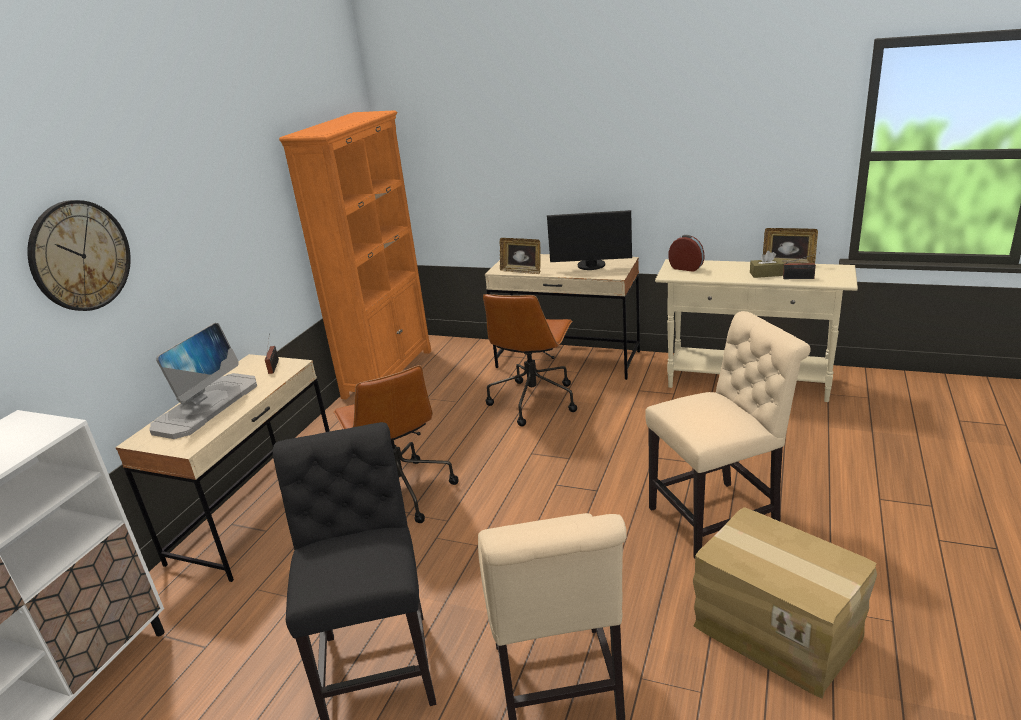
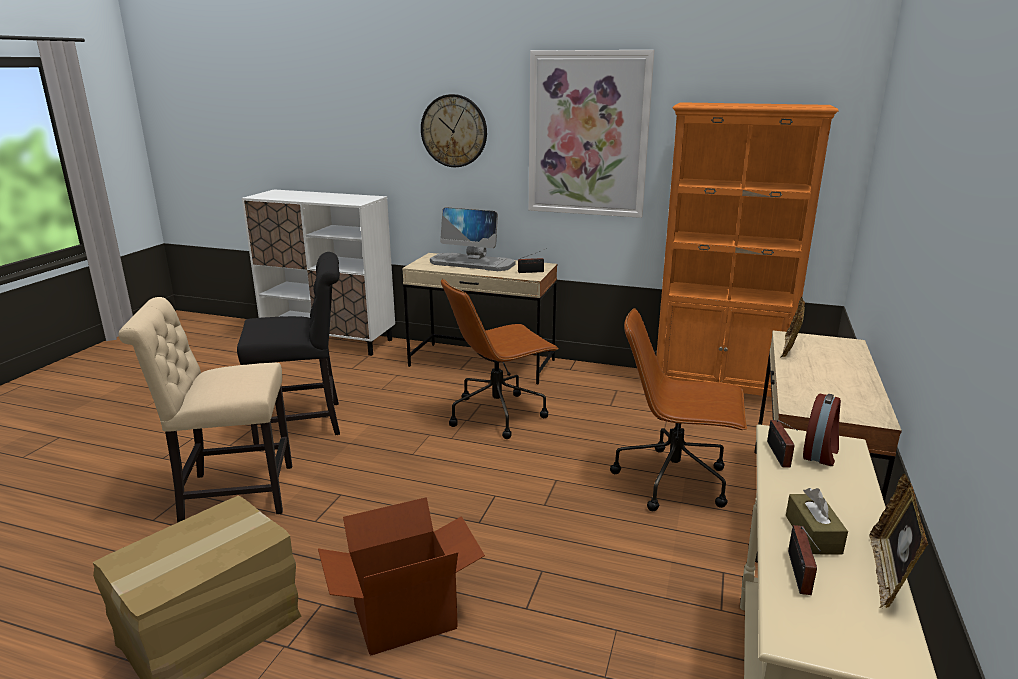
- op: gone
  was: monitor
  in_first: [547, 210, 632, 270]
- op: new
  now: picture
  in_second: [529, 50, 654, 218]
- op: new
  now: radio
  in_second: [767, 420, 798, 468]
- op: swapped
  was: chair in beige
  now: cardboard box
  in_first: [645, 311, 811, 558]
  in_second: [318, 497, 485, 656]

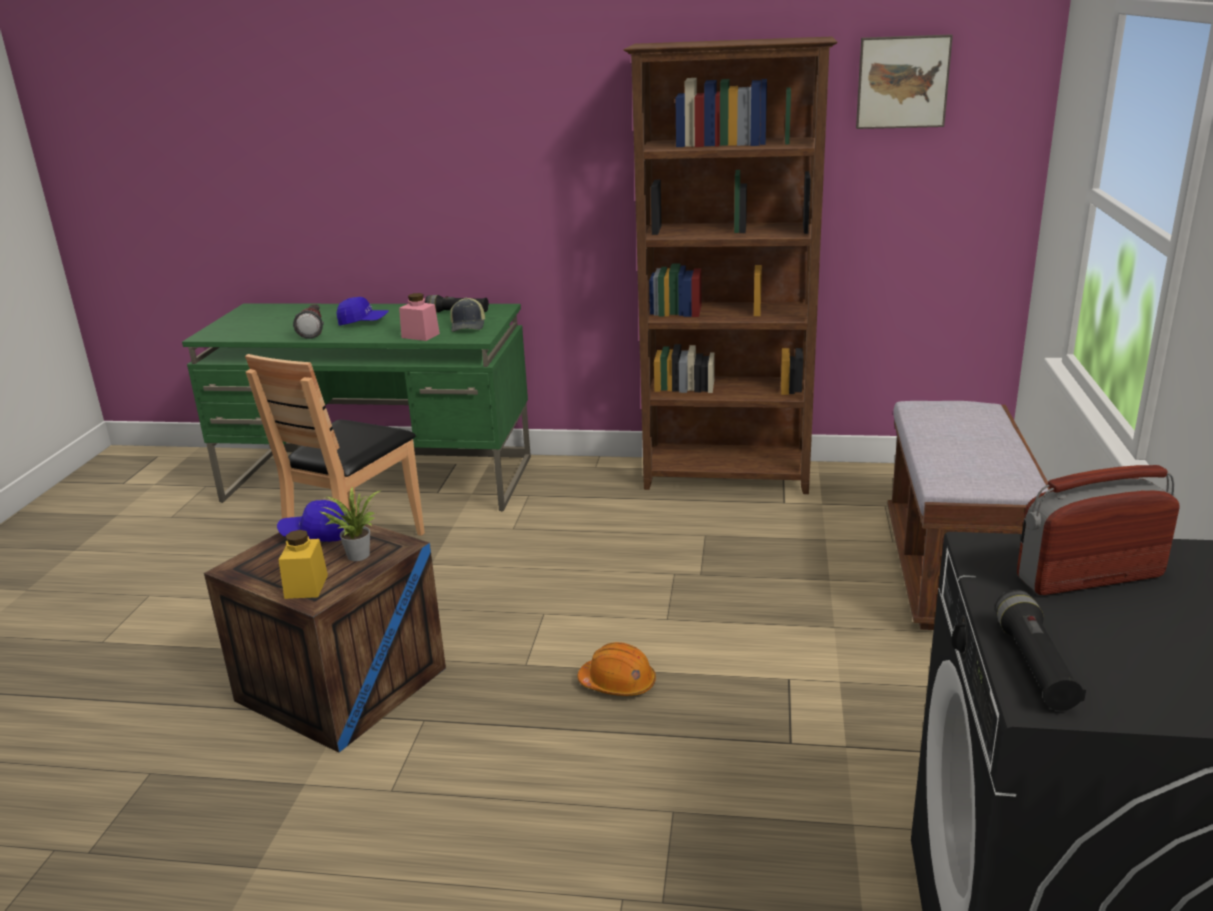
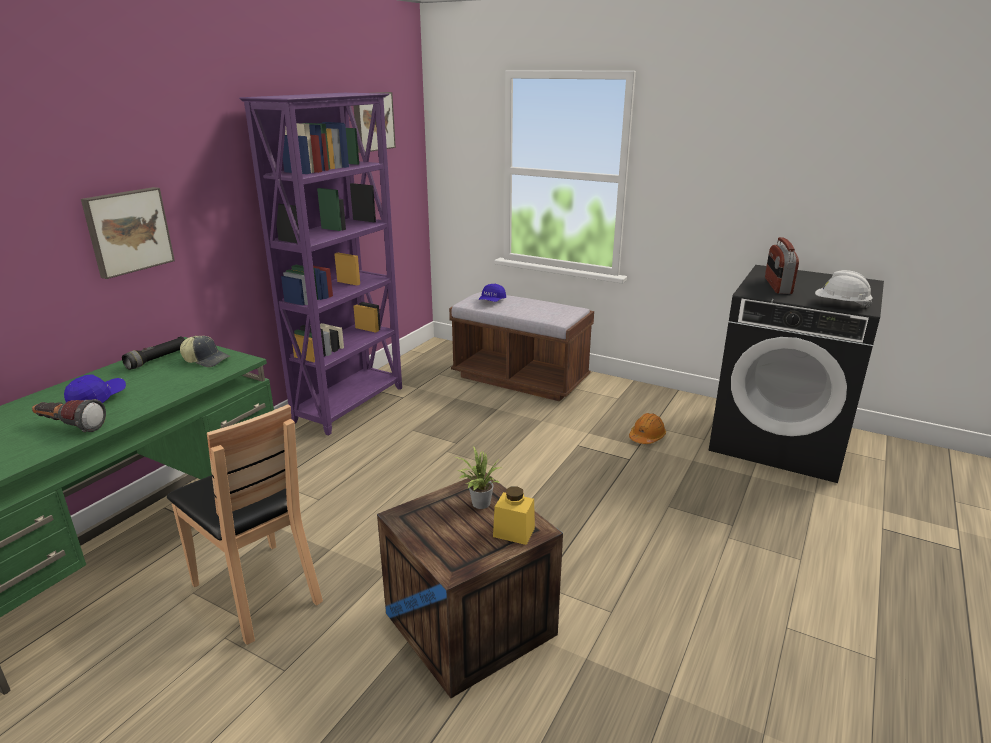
- op: gone
  was: jar in pink
  in_first: [399, 293, 440, 341]
- op: new
  now: picture
  in_second: [81, 187, 175, 279]
- op: shifted
  was: cap in blue
  in_first: [277, 500, 348, 542]
  in_second: [479, 284, 506, 302]
- op: shifted
  was: hard hat in orange
  in_first: [578, 642, 656, 696]
  in_second: [629, 413, 666, 444]
- op: swapped
  was: flashlight in black
  now: hard hat in white
  in_first: [995, 590, 1086, 711]
  in_second: [815, 270, 872, 308]
- op: repainted
  was: bookcase in brown
  now: bookcase in purple
  in_first: [623, 37, 837, 494]
  in_second: [239, 93, 402, 435]

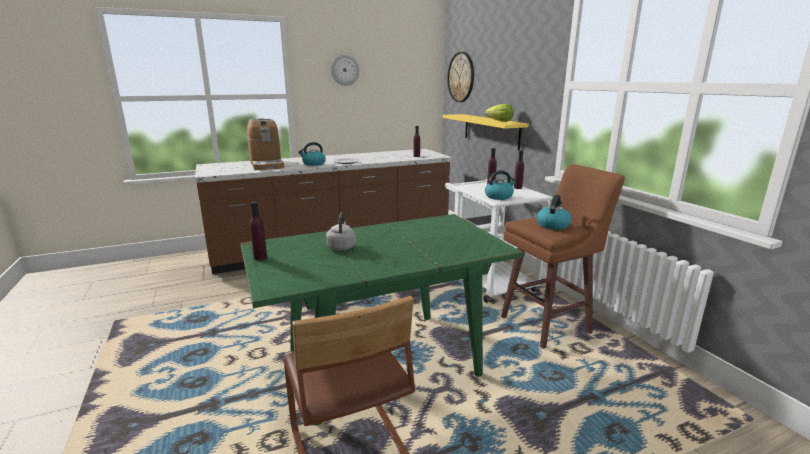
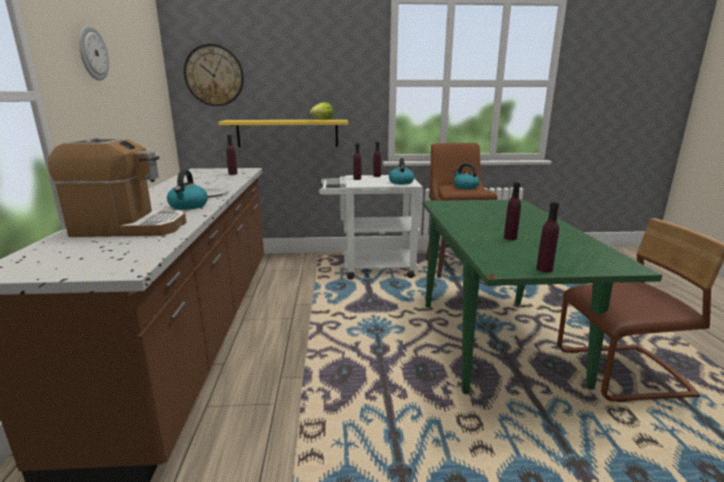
- op: swapped
  was: kettle in grey
  now: bottle in purple
  in_first: [326, 212, 356, 250]
  in_second: [504, 182, 521, 240]

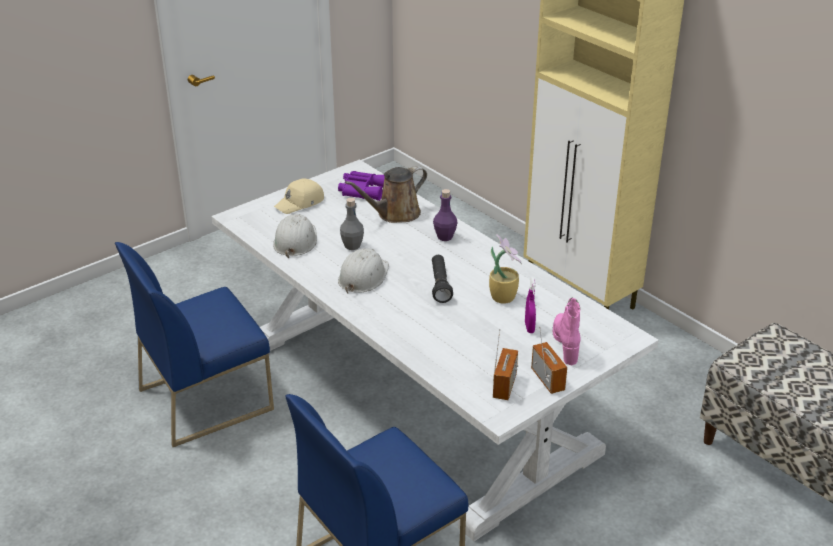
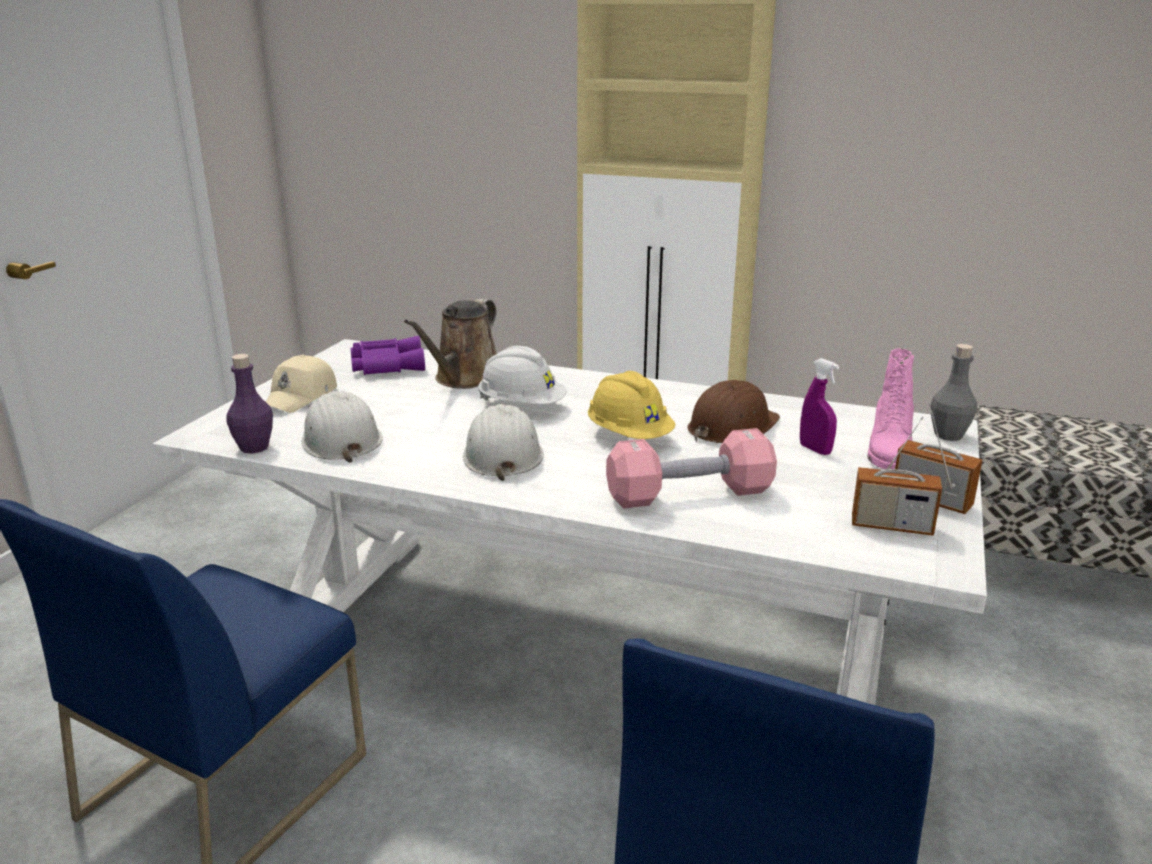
- op: new
  now: hard hat in white
  in_second: [478, 346, 567, 404]
- op: new
  now: dumbbell in pink
  in_second: [606, 428, 777, 508]
- op: shifted
  was: bottle in grey
  in_first: [340, 198, 364, 250]
  in_second: [931, 344, 977, 441]
- op: shifted
  was: bottle in purple
  in_first: [433, 189, 458, 241]
  in_second: [226, 354, 273, 454]
- op: swapped
  was: flashlight in black
  now: hard hat in yellow
  in_first: [432, 255, 453, 303]
  in_second: [588, 371, 676, 439]
- op: swapped
  was: potted plant
  now: hard hat in brown
  in_first: [489, 234, 522, 304]
  in_second: [687, 380, 780, 443]
- op: rotated
  was: radio
  in_first: [493, 329, 518, 400]
  in_second: [852, 416, 942, 536]
  clockwise: 120
- op: rotated
  was: boot in pink
  in_first: [553, 298, 581, 365]
  in_second: [867, 348, 914, 469]
  clockwise: -135

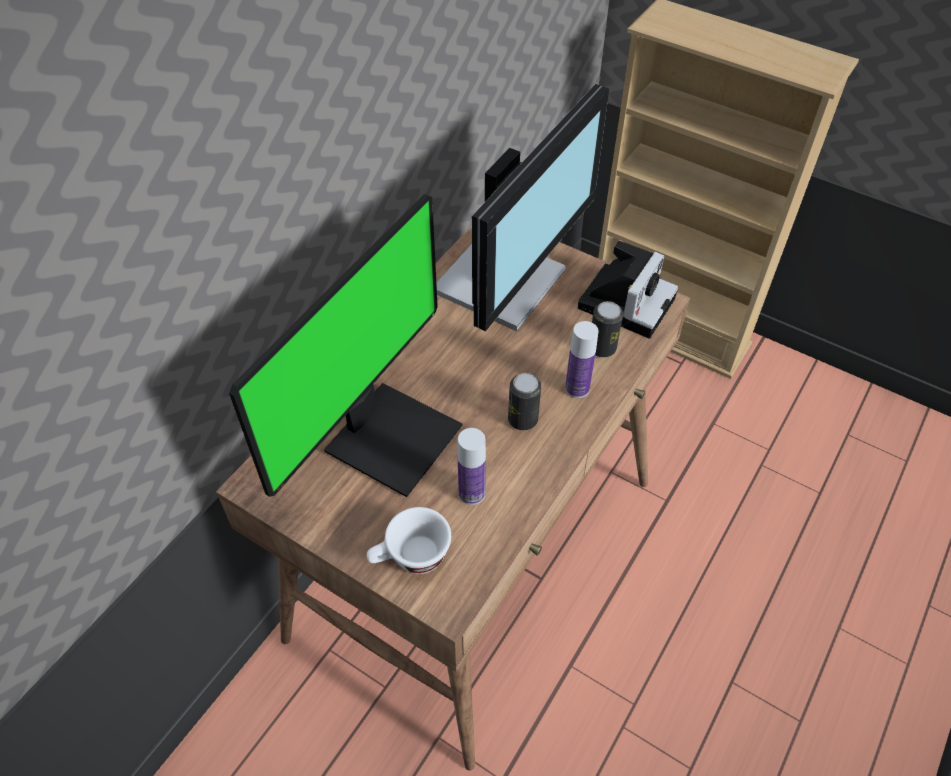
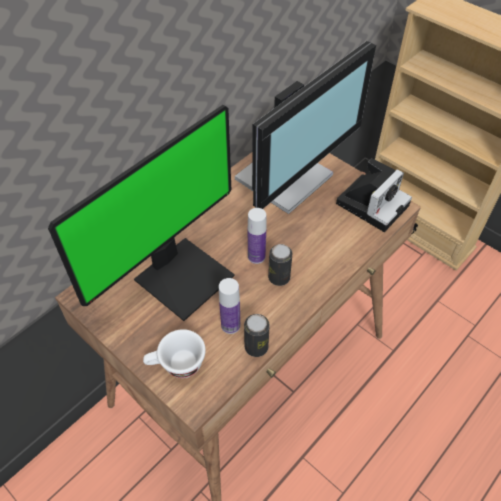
- op: shifted
  was: bottle
  in_first: [565, 321, 598, 398]
  in_second: [248, 208, 266, 264]
- op: shifted
  was: can
  in_first: [592, 301, 623, 357]
  in_second: [244, 314, 270, 357]

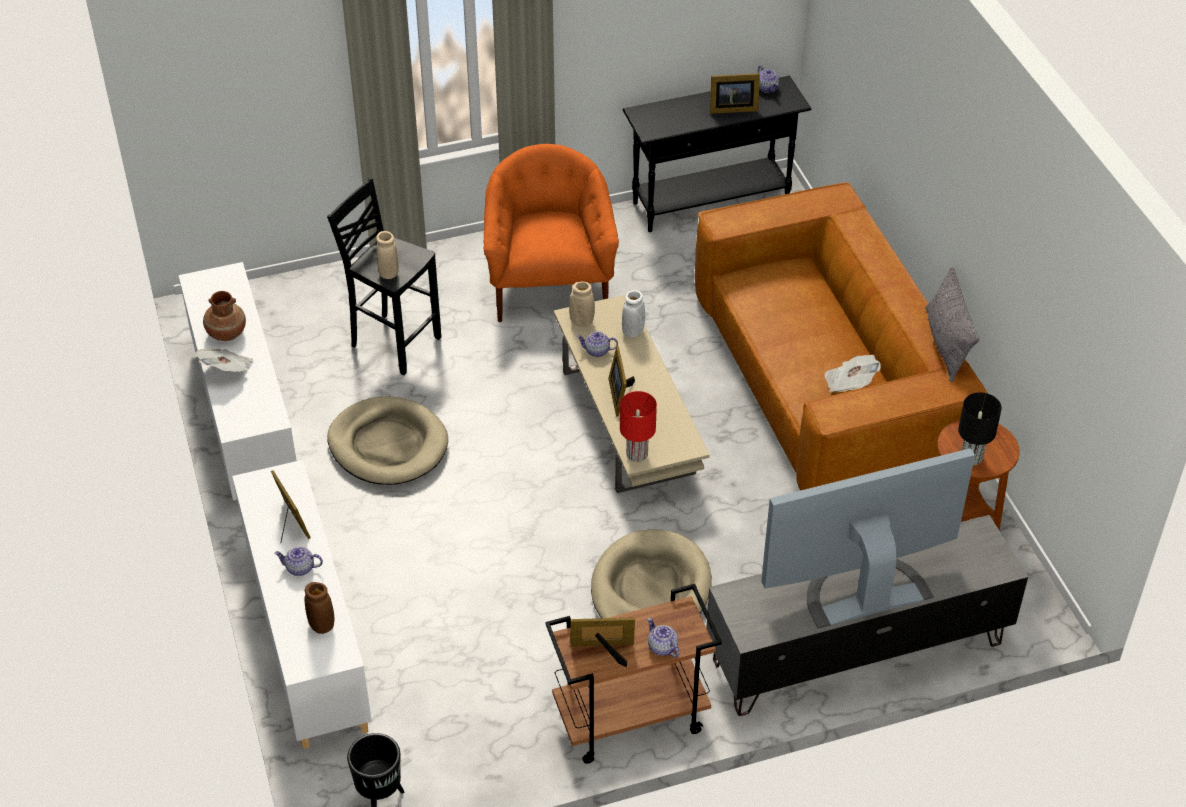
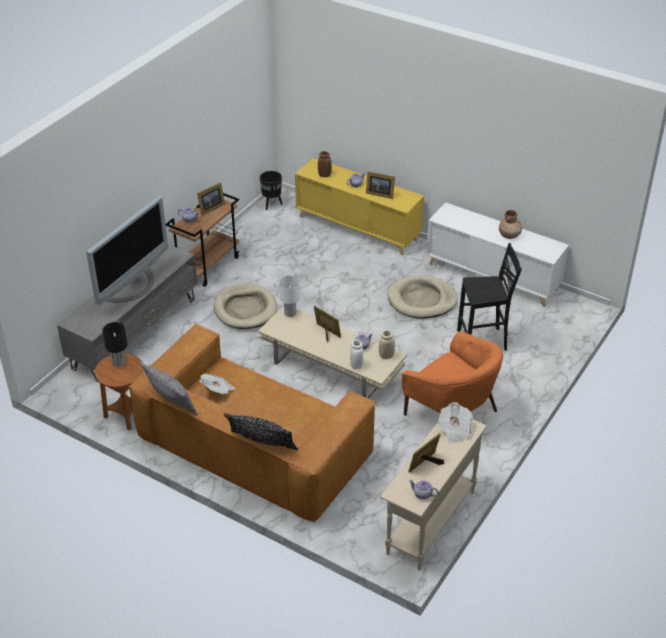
- op: gone
  was: vase in beige
  in_first: [376, 231, 399, 279]
- op: new
  now: pillow in black
  in_second: [224, 413, 298, 450]
- op: shifted
  was: newspaper
  in_first: [195, 349, 254, 372]
  in_second: [438, 402, 473, 444]
- op: repainted
  was: cabinet in white
  now: cabinet in yellow
  in_first: [232, 460, 372, 749]
  in_second: [295, 158, 424, 255]
- op: repainted
  was: table lamp in red
  now: table lamp in white
  in_first: [620, 391, 657, 462]
  in_second: [279, 276, 300, 317]
- op: repainted
  was: console table in black
  now: console table in beige
  in_first: [623, 76, 811, 232]
  in_second: [380, 419, 487, 570]

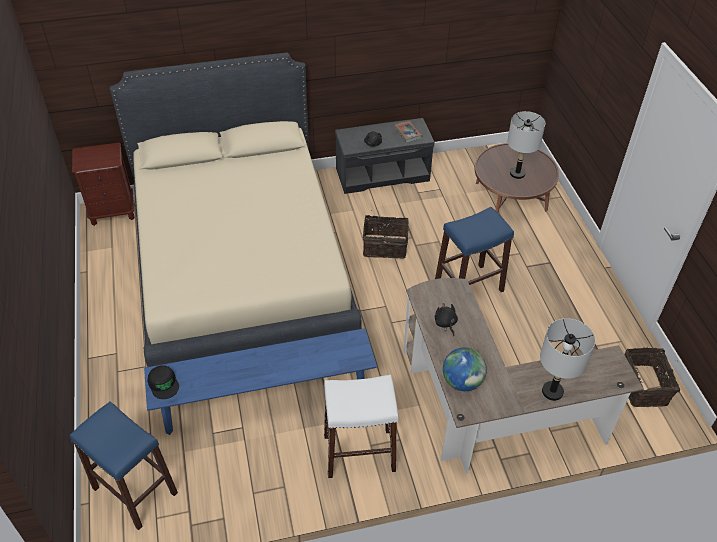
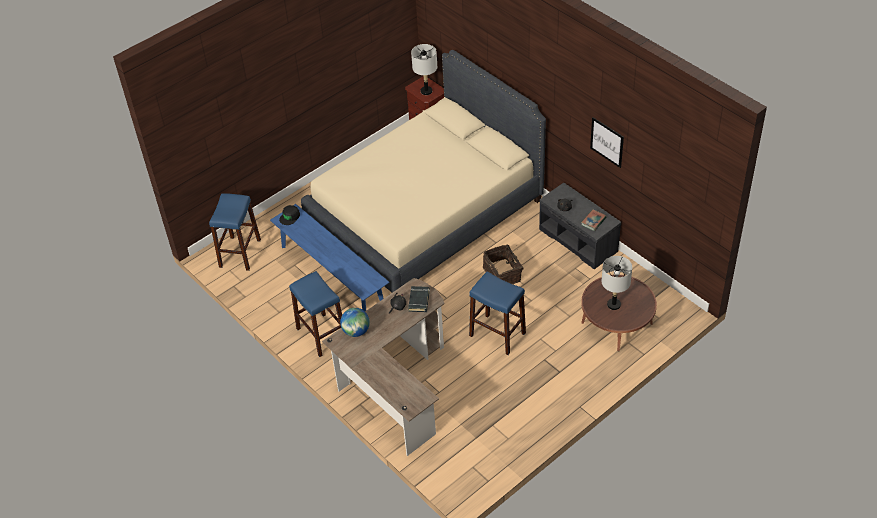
- op: gone
  was: basket
  in_first: [624, 347, 680, 407]
- op: new
  now: book in black
  in_second: [408, 286, 430, 312]
- op: new
  now: picture
  in_second: [590, 117, 624, 168]
- op: shifted
  was: table lamp in grey
  in_first: [540, 318, 595, 401]
  in_second: [411, 44, 437, 95]
- op: repainted
  was: stool in white
  now: stool in blue
  in_first: [324, 375, 399, 478]
  in_second: [289, 271, 342, 357]

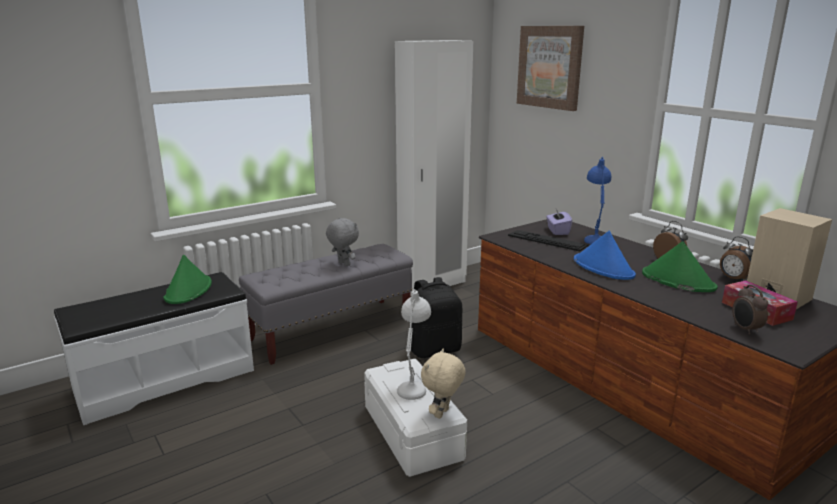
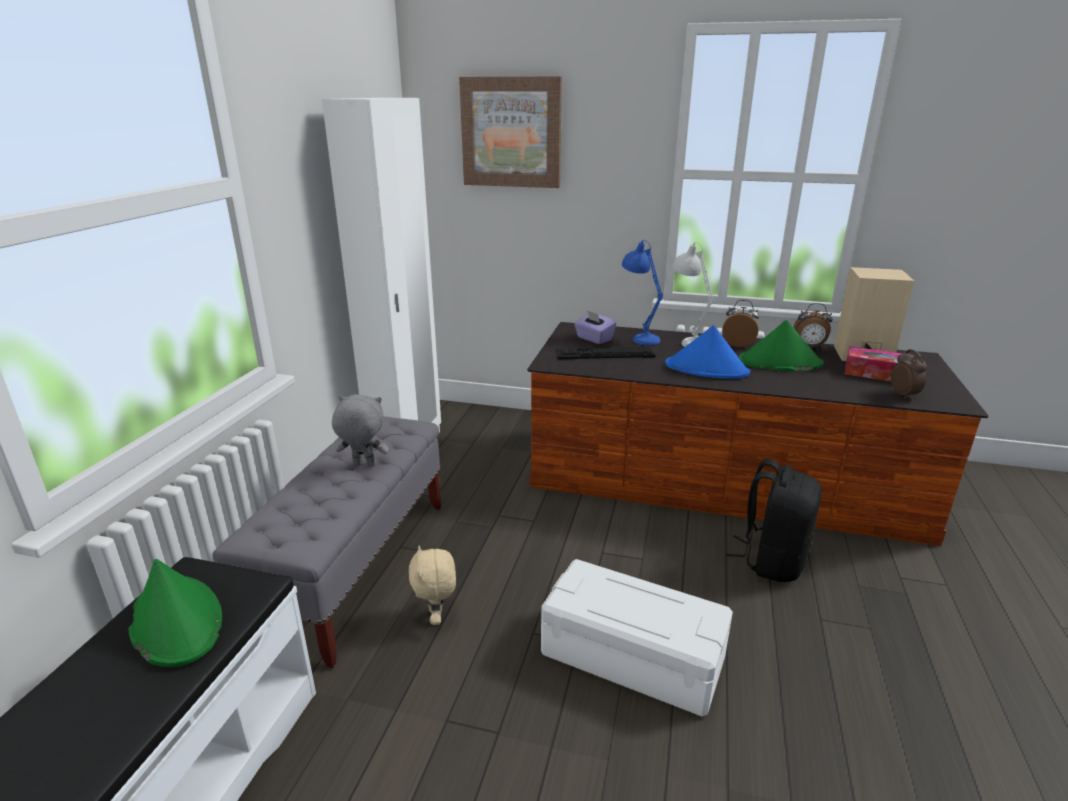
- op: shifted
  was: table lamp in white
  in_first: [397, 289, 431, 400]
  in_second: [672, 242, 714, 347]
- op: shifted
  was: backpack in black
  in_first: [409, 277, 462, 358]
  in_second: [726, 459, 822, 582]
- op: shifted
  was: plush toy in beige
  in_first: [421, 348, 466, 419]
  in_second: [409, 546, 456, 625]
- op: rotated
  was: alarm clock
  in_first: [732, 285, 768, 335]
  in_second: [891, 349, 927, 400]
  clockwise: -135

